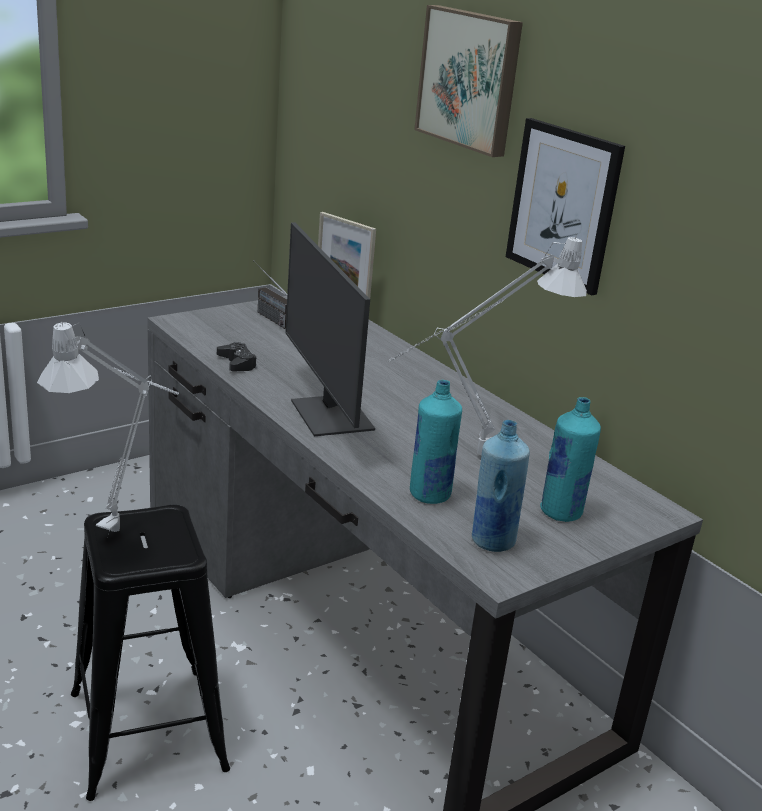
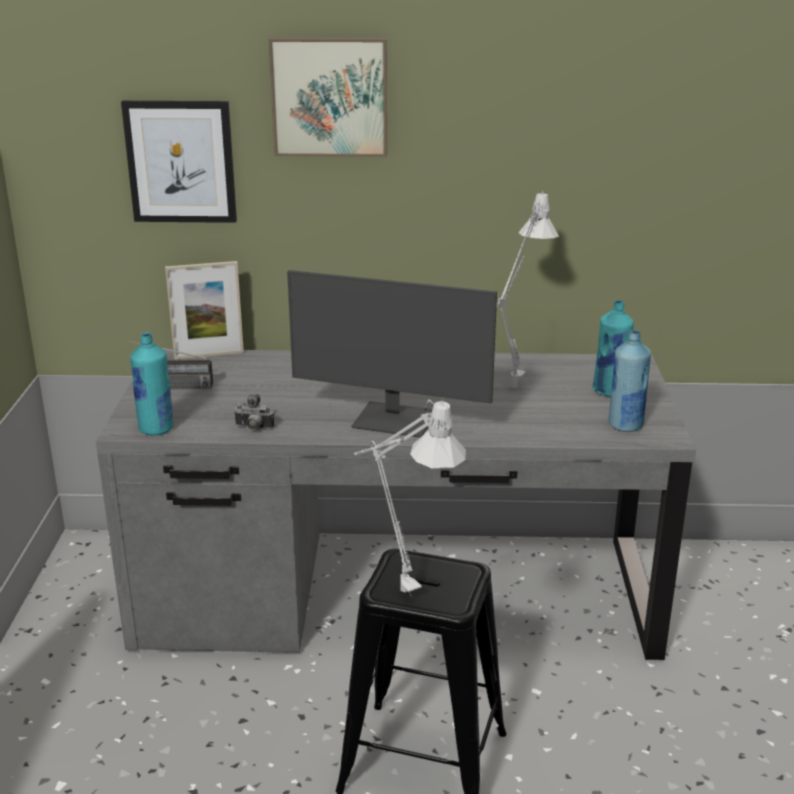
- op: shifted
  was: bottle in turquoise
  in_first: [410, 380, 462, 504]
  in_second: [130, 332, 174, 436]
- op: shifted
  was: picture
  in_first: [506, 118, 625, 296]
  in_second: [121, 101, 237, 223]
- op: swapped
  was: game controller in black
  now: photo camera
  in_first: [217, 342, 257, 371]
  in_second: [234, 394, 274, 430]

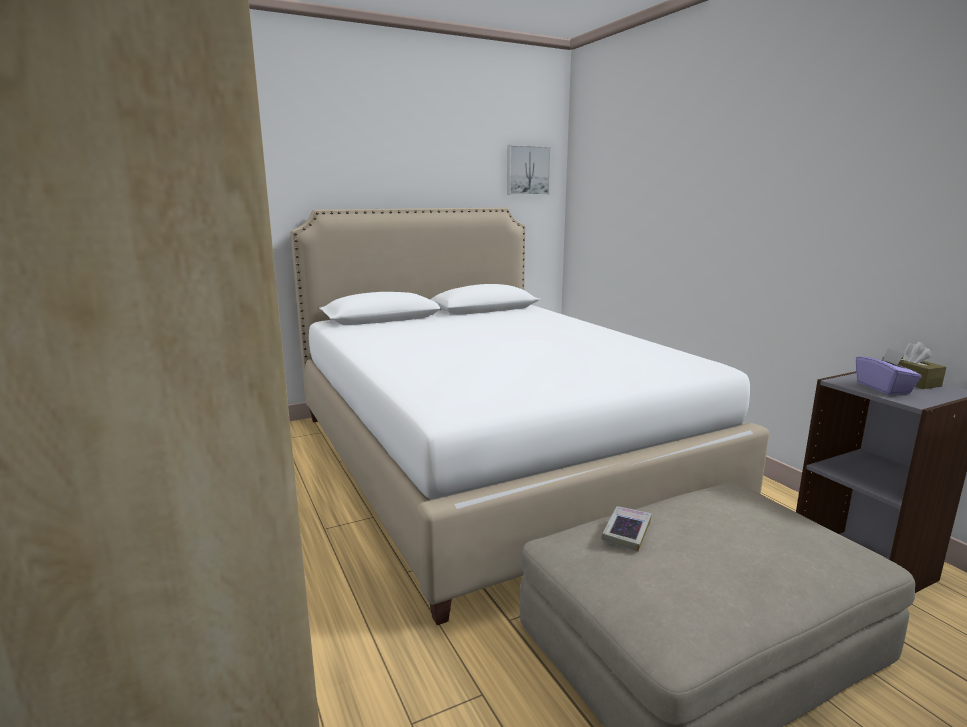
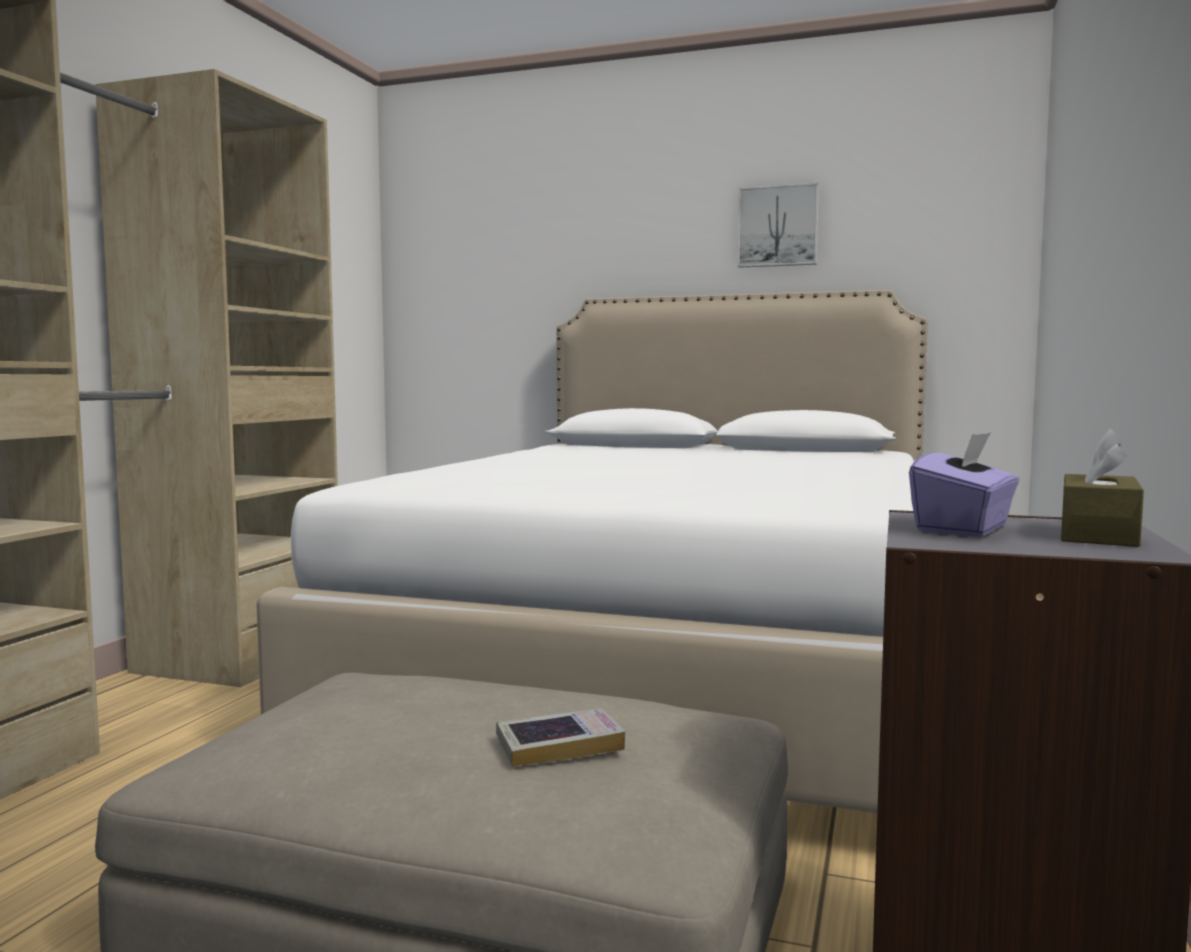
- op: shifted
  was: picture
  in_first: [507, 145, 551, 195]
  in_second: [738, 183, 819, 268]
- op: shifted
  was: book
  in_first: [601, 506, 652, 552]
  in_second: [496, 708, 625, 767]

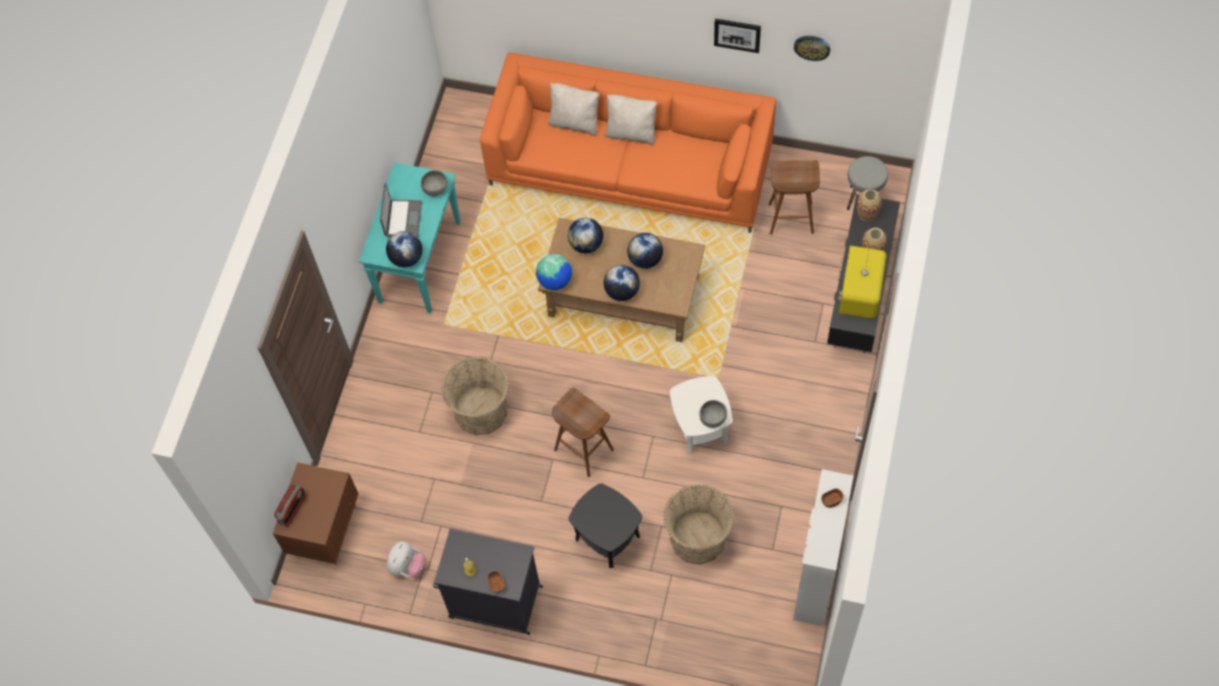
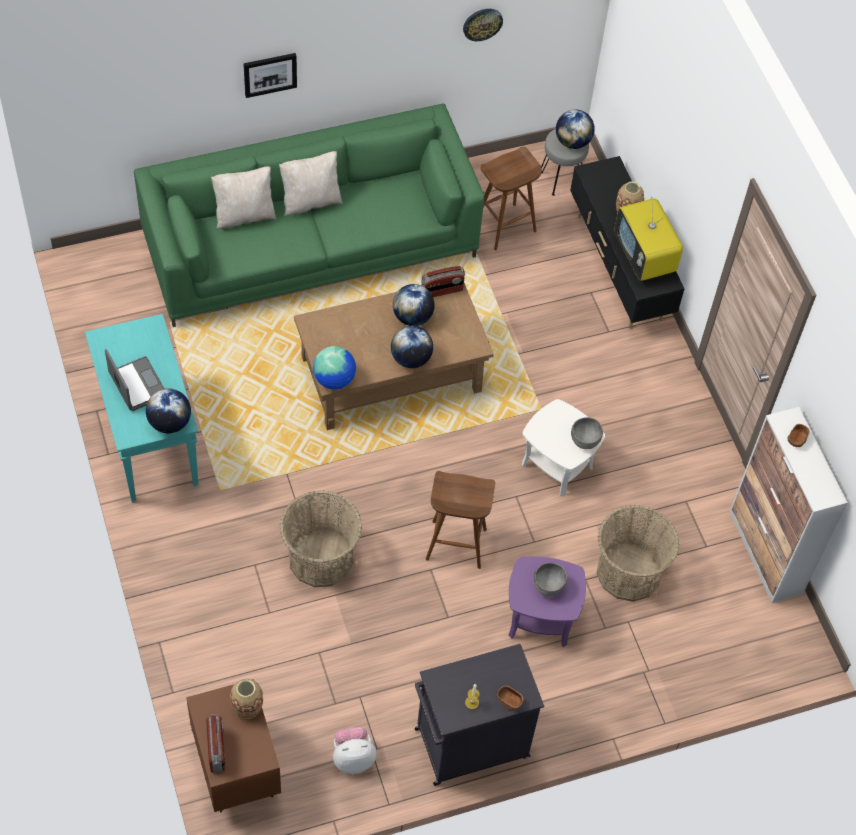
- op: new
  now: radio
  in_second: [421, 266, 465, 297]
- op: shifted
  was: bowl in grey
  in_first: [421, 170, 447, 196]
  in_second: [534, 563, 567, 597]
- op: shifted
  was: globe
  in_first: [568, 218, 603, 253]
  in_second: [556, 110, 595, 149]
- op: shifted
  was: picture
  in_first: [714, 19, 761, 53]
  in_second: [243, 53, 297, 98]
- op: shifted
  was: vase
  in_first: [857, 189, 882, 221]
  in_second: [230, 679, 263, 719]
- op: repainted
  was: sofa in orange
  now: sofa in green
  in_first: [480, 52, 776, 233]
  in_second: [134, 104, 484, 327]
- op: repainted
  was: side table in black
  now: side table in purple
  in_first: [569, 483, 642, 568]
  in_second: [509, 557, 586, 647]
- op: rotated
  was: plush toy
  in_first: [387, 541, 426, 578]
  in_second: [333, 727, 377, 774]
  clockwise: -90

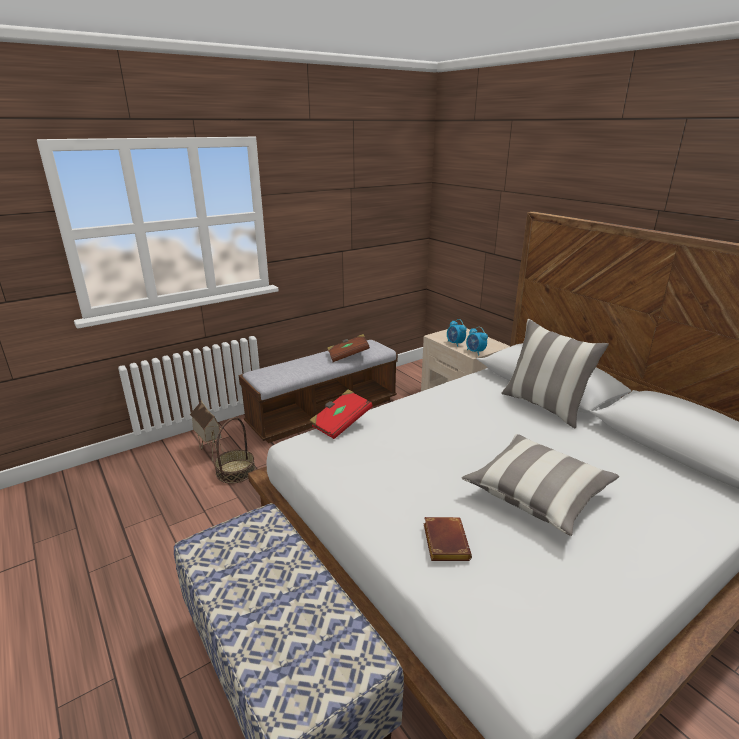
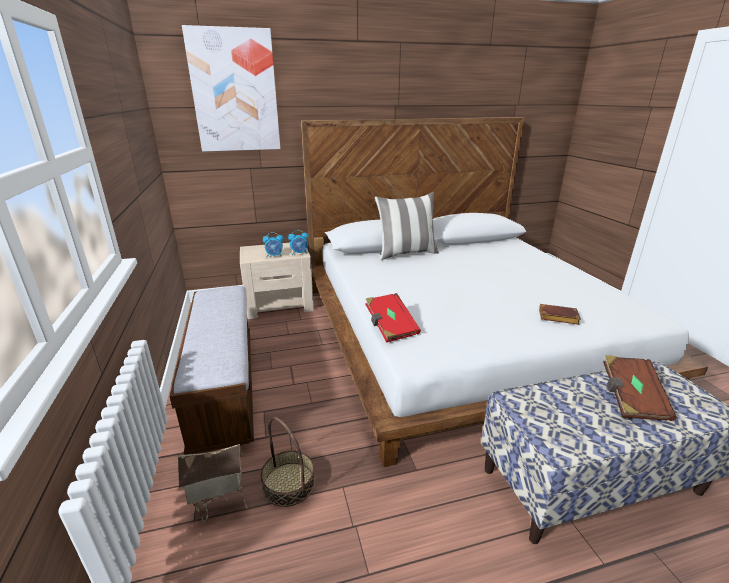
- op: gone
  was: pillow
  in_first: [462, 434, 619, 536]
- op: new
  now: picture
  in_second: [182, 25, 281, 152]
- op: shifted
  was: book in brown
  in_first: [327, 334, 370, 362]
  in_second: [603, 355, 677, 421]

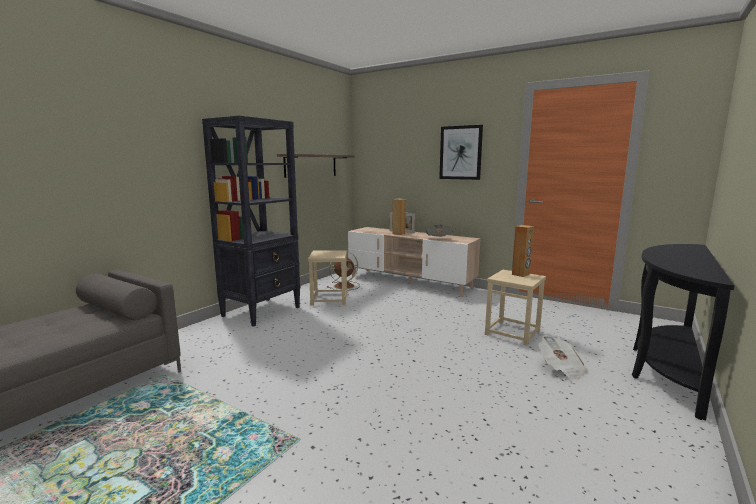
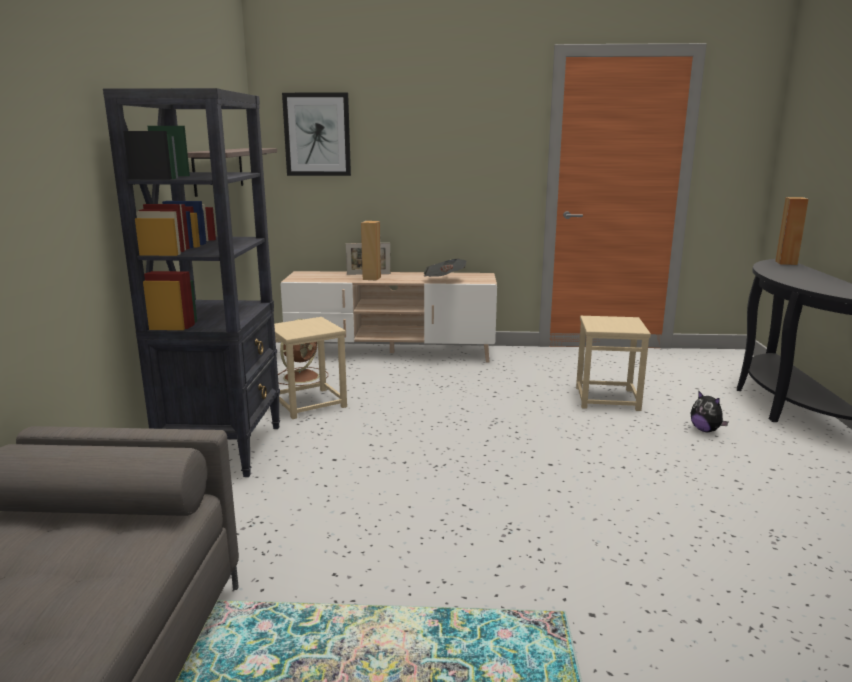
- op: shifted
  was: picture
  in_first: [439, 125, 483, 180]
  in_second: [282, 92, 351, 176]
- op: shifted
  was: speaker in brown
  in_first: [512, 225, 534, 277]
  in_second: [775, 197, 809, 265]
- op: swapped
  was: newspaper
  now: plush toy
  in_first: [539, 335, 588, 381]
  in_second: [691, 390, 728, 432]

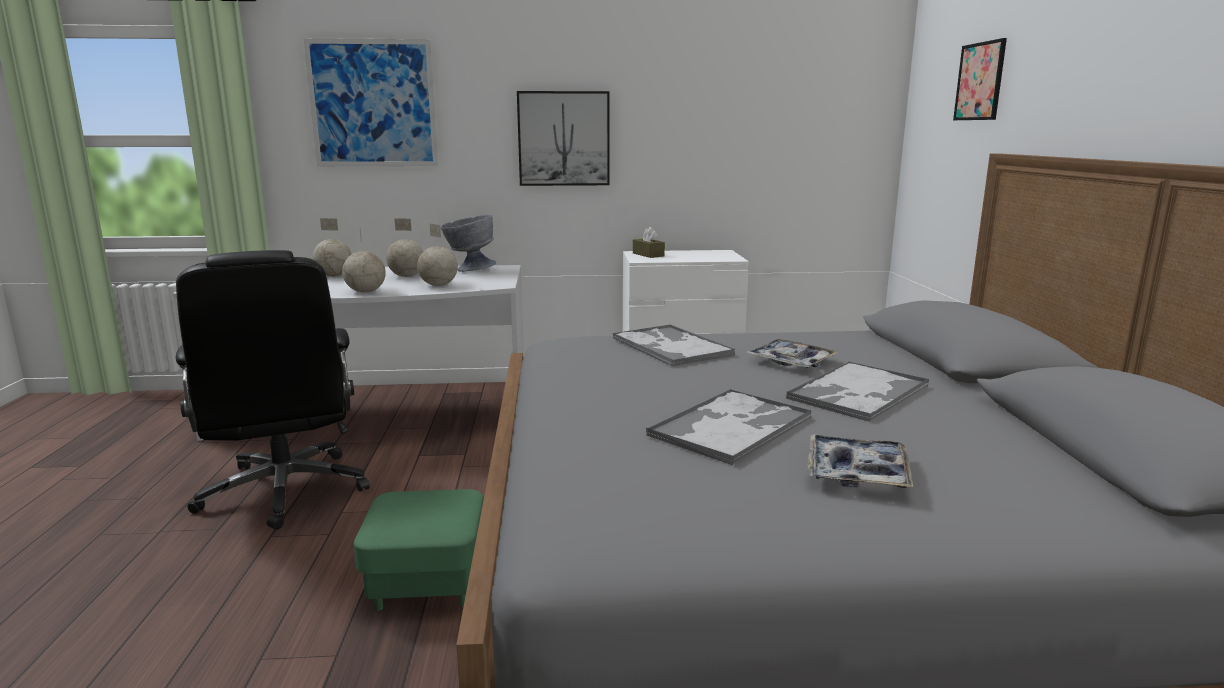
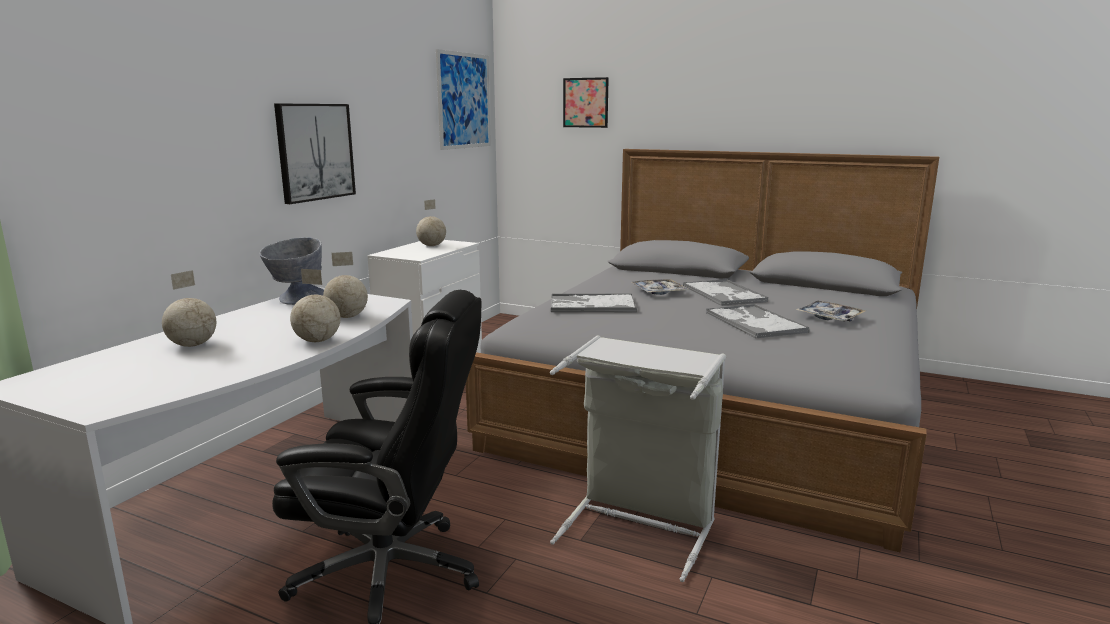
- op: gone
  was: tissue box in brown
  in_first: [633, 227, 665, 258]
- op: shifted
  was: picture
  in_first: [303, 38, 438, 166]
  in_second: [436, 49, 491, 150]
- op: shifted
  was: globe
  in_first: [386, 218, 423, 277]
  in_second: [416, 199, 446, 246]
- op: swapped
  was: ottoman in green
  now: laundry basket in grey
  in_first: [354, 489, 483, 611]
  in_second: [550, 335, 726, 582]

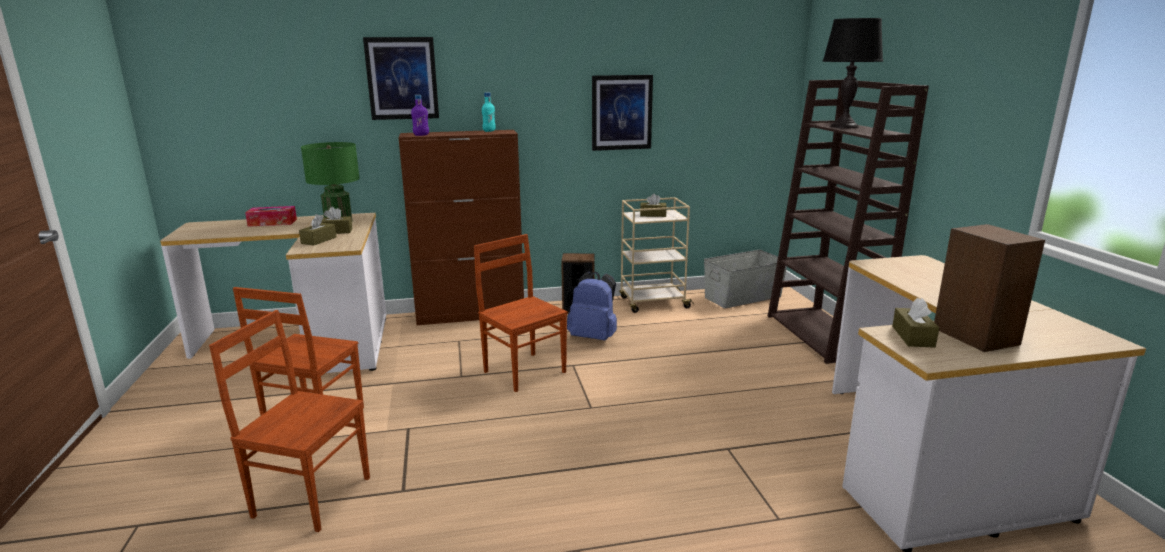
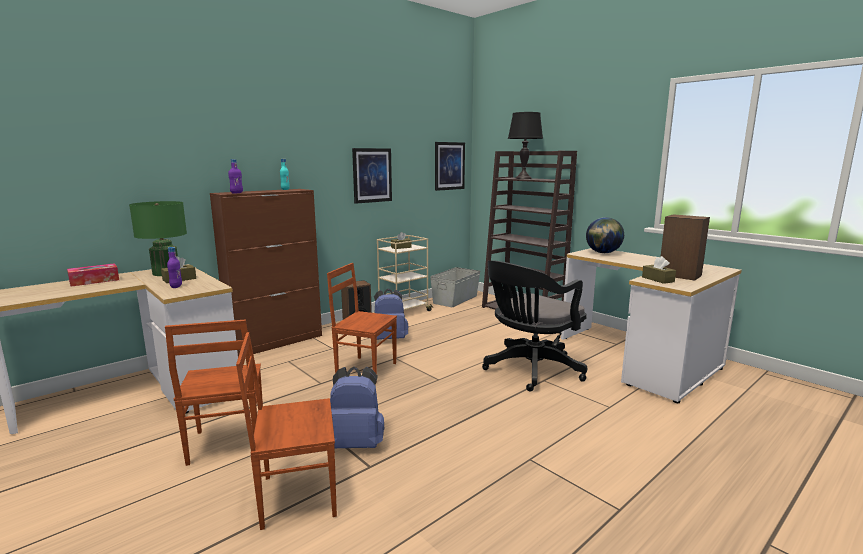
- op: new
  now: backpack in blue
  in_second: [330, 367, 384, 448]
- op: new
  now: office chair in black
  in_second: [482, 261, 587, 391]
- op: new
  now: globe
  in_second: [586, 217, 624, 253]
- op: shifted
  was: picture
  in_first: [363, 37, 439, 120]
  in_second: [435, 142, 465, 191]
- op: swapped
  was: tissue box in brown
  now: bottle in purple
  in_first: [299, 214, 337, 245]
  in_second: [167, 247, 182, 288]

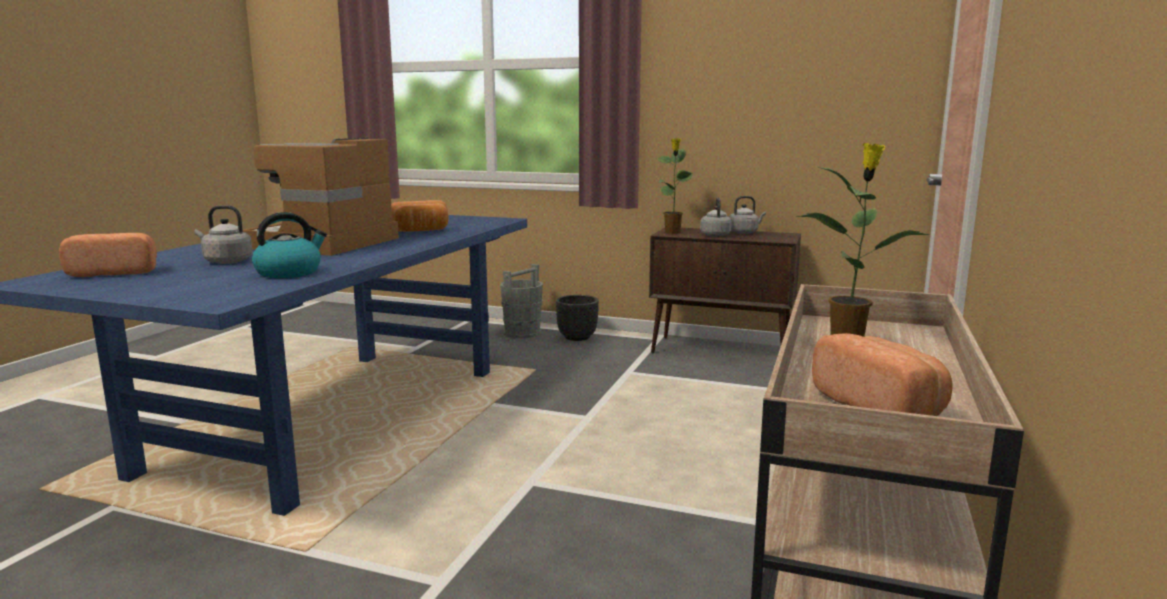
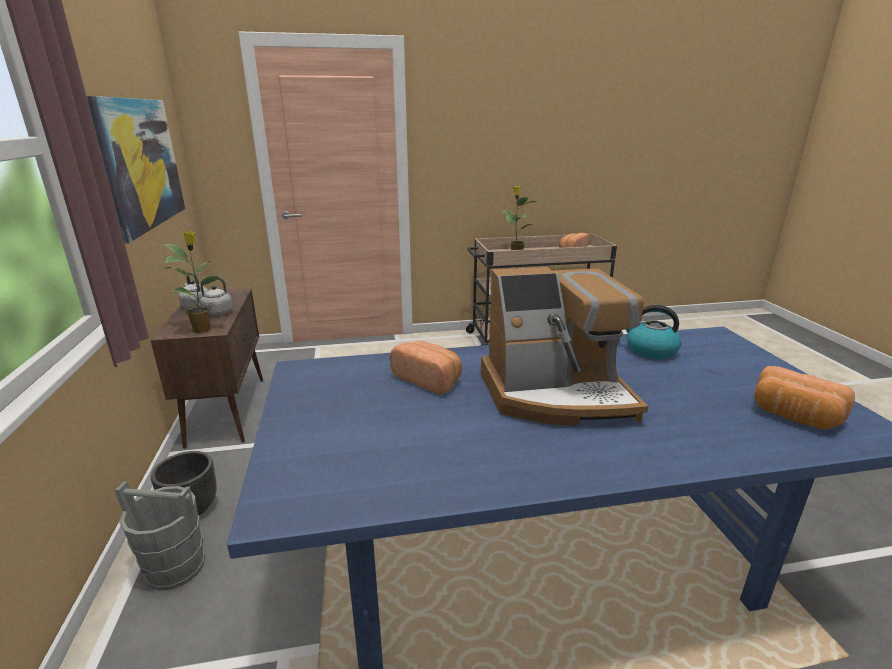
- op: gone
  was: kettle in grey
  in_first: [194, 205, 252, 264]
- op: new
  now: picture
  in_second: [87, 96, 185, 244]

